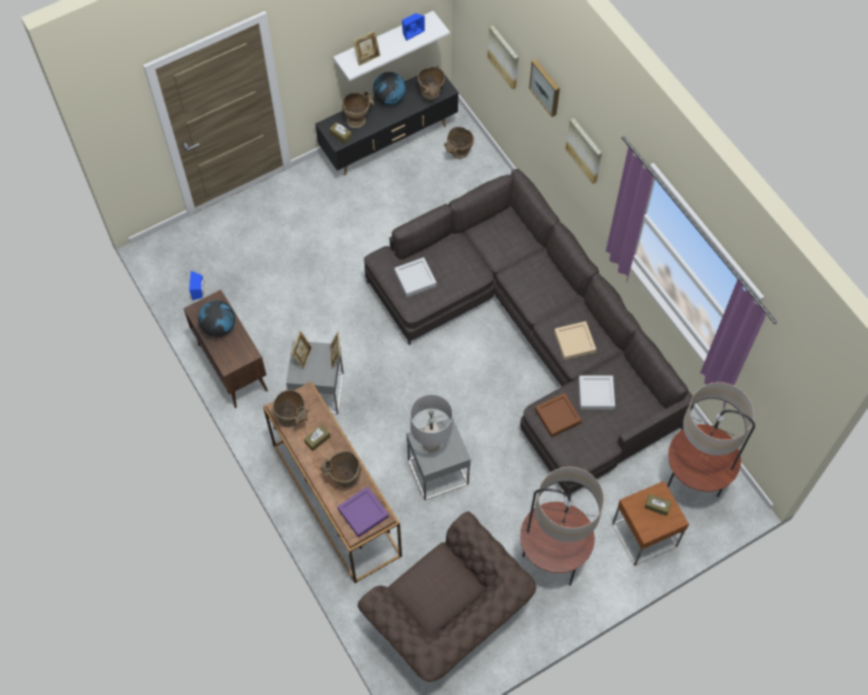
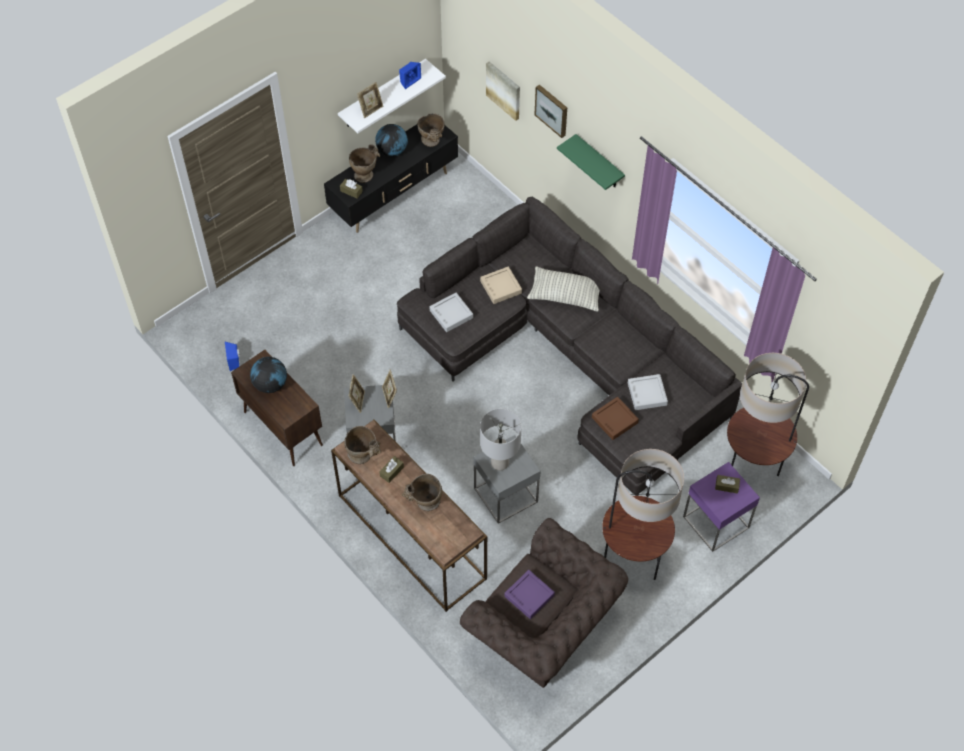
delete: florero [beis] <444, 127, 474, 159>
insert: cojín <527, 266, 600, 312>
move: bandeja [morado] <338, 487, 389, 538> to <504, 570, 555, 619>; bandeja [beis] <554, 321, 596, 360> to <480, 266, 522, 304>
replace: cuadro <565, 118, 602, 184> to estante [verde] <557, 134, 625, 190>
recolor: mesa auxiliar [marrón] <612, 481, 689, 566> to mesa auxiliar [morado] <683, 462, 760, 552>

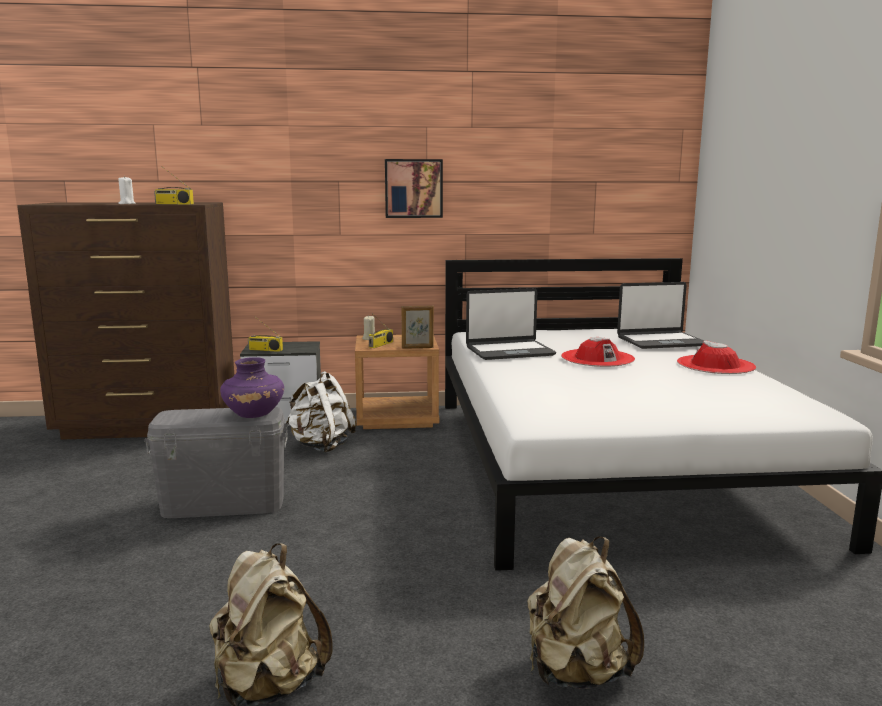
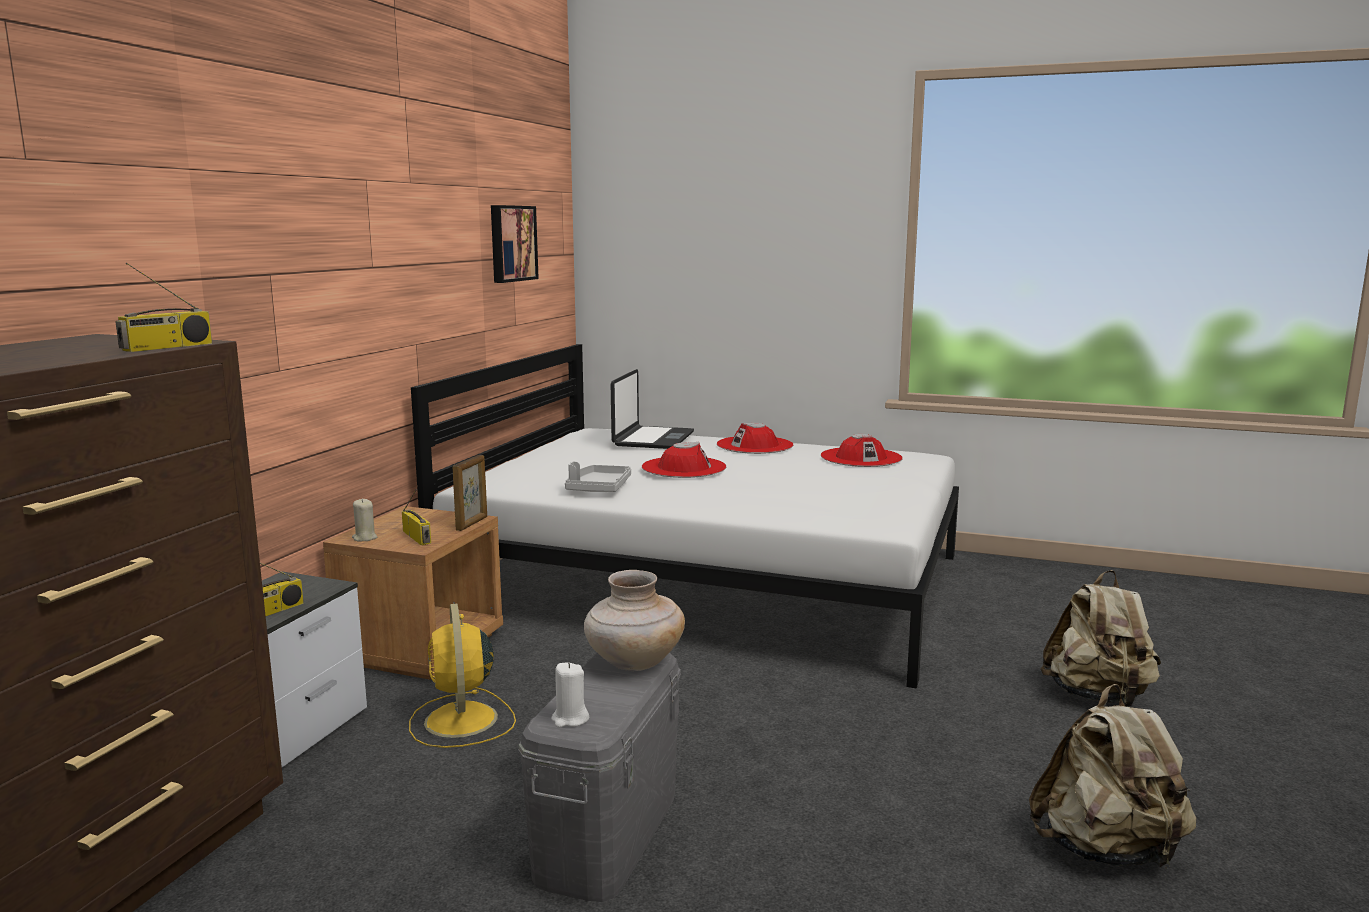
insert: sombrero [rojo] <821, 434, 903, 467>
move: vela [blanco] <118, 176, 135, 204> to <551, 662, 589, 728>; cuadro <385, 159, 443, 218> to <491, 205, 539, 283>
replace: mochila [blanco] <285, 371, 357, 453> to ventilador [amarillo] <409, 604, 516, 748>; portátil <466, 288, 556, 360> to bandeja [gris] <565, 461, 631, 492>
recolor: florero [morado] <220, 357, 284, 418> to florero [beis] <584, 570, 685, 671>

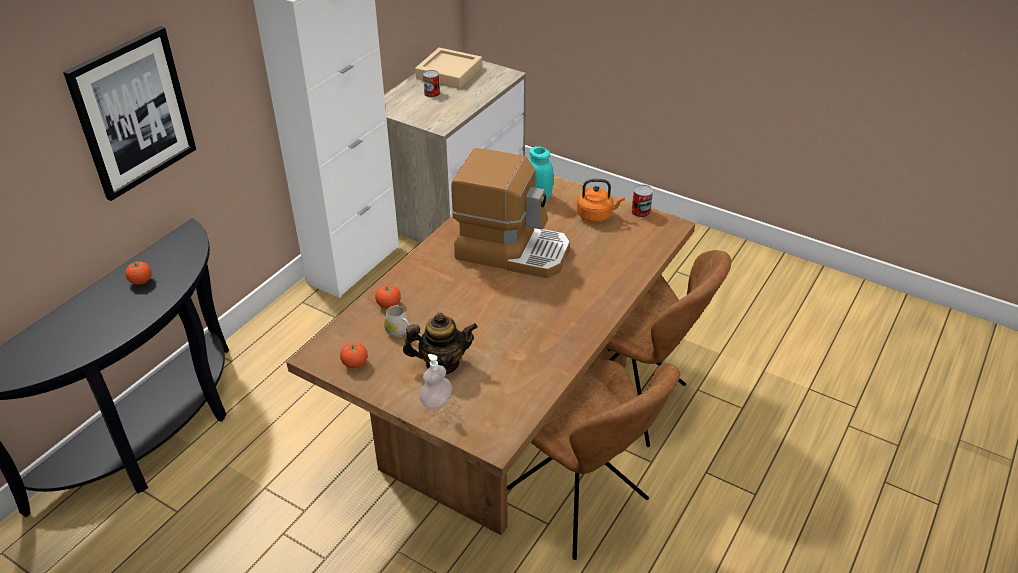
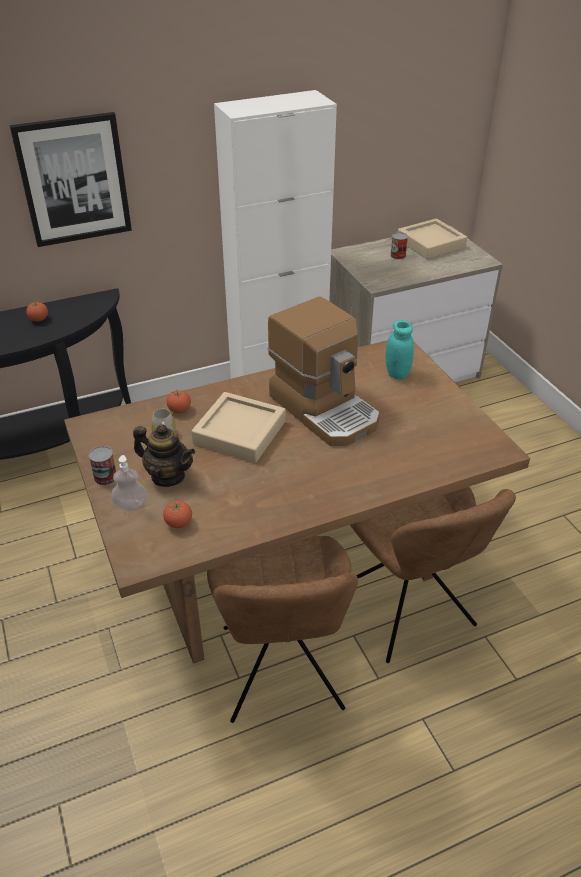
delete: hervidor [naranja] <577, 179, 625, 222>
insert: bandeja [beis] <191, 392, 286, 463>
move: tomate <340, 342, 368, 368> to <163, 501, 192, 528>; lata <631, 185, 653, 218> to <89, 446, 116, 486>

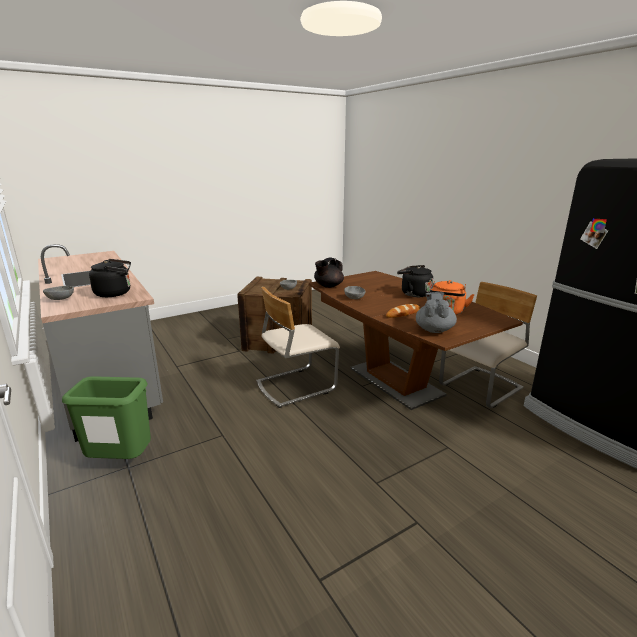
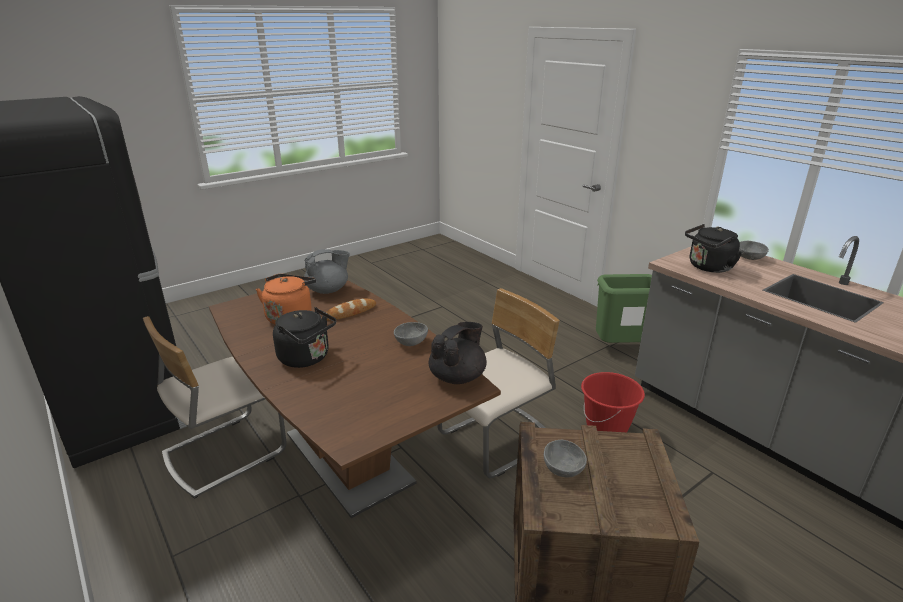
insert: cubo [rojo] <581, 372, 645, 432>
rotate: tetera [gris] <416, 292, 457, 333> = <304, 249, 350, 294> 120 degrees counterclockwise

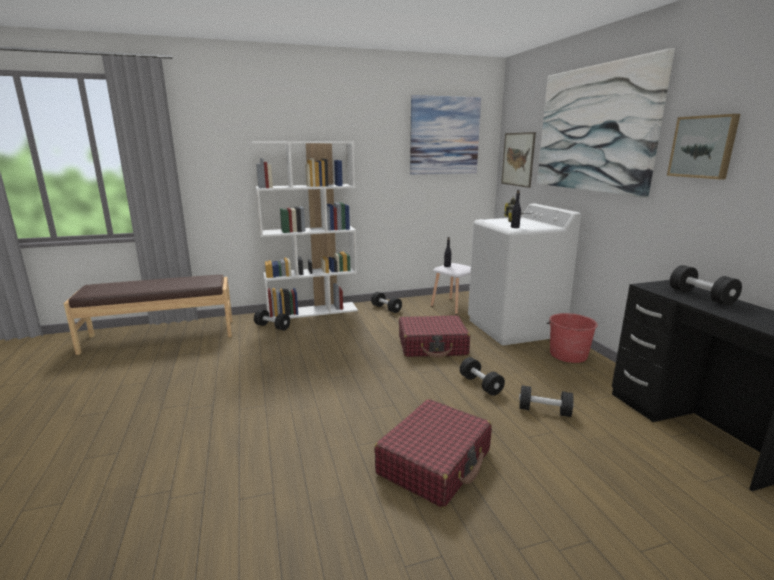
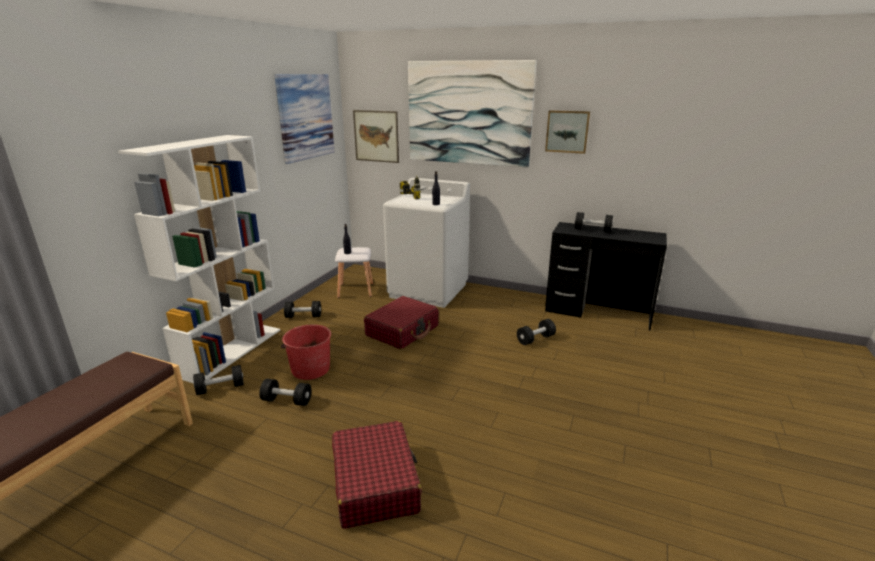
move: maleta [rojo] <374, 399, 492, 508> to <332, 421, 422, 529>; mancuerna [negro] <460, 357, 505, 396> to <259, 379, 312, 406>; cubo [rojo] <547, 313, 598, 363> to <281, 324, 331, 380>

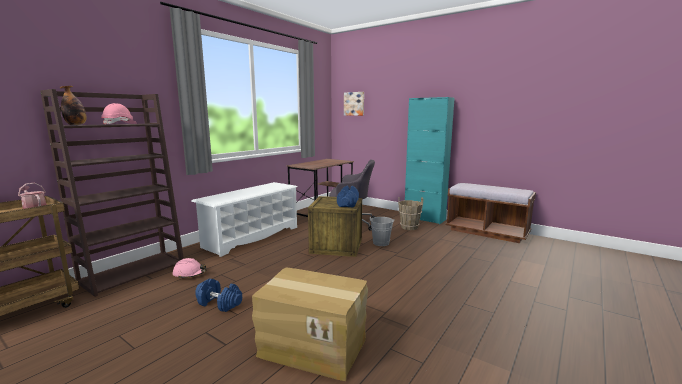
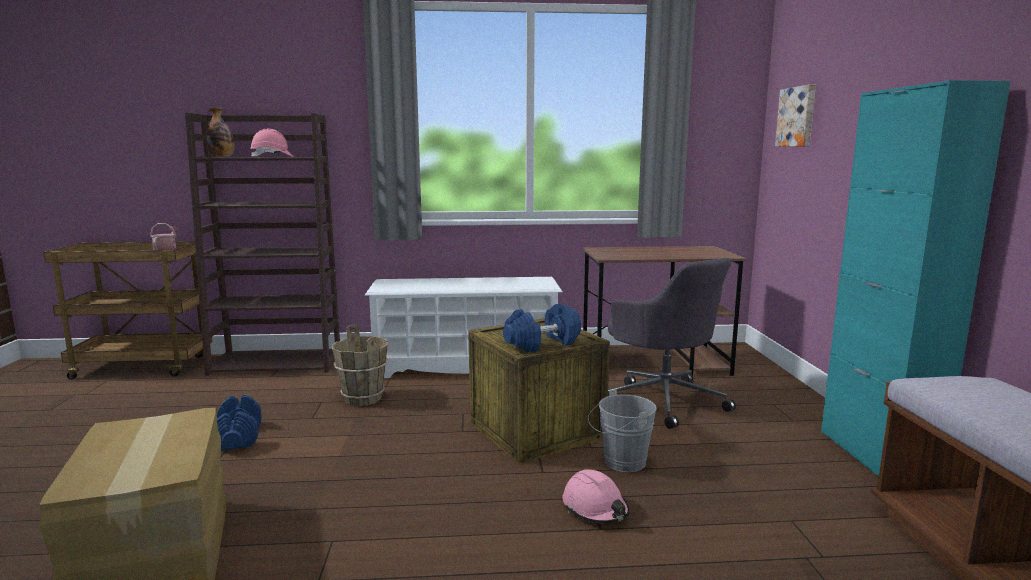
move: casco [rosa] <172, 258, 206, 279> to <562, 470, 630, 523>; cubo [marrón] <398, 197, 423, 230> to <331, 325, 388, 406>

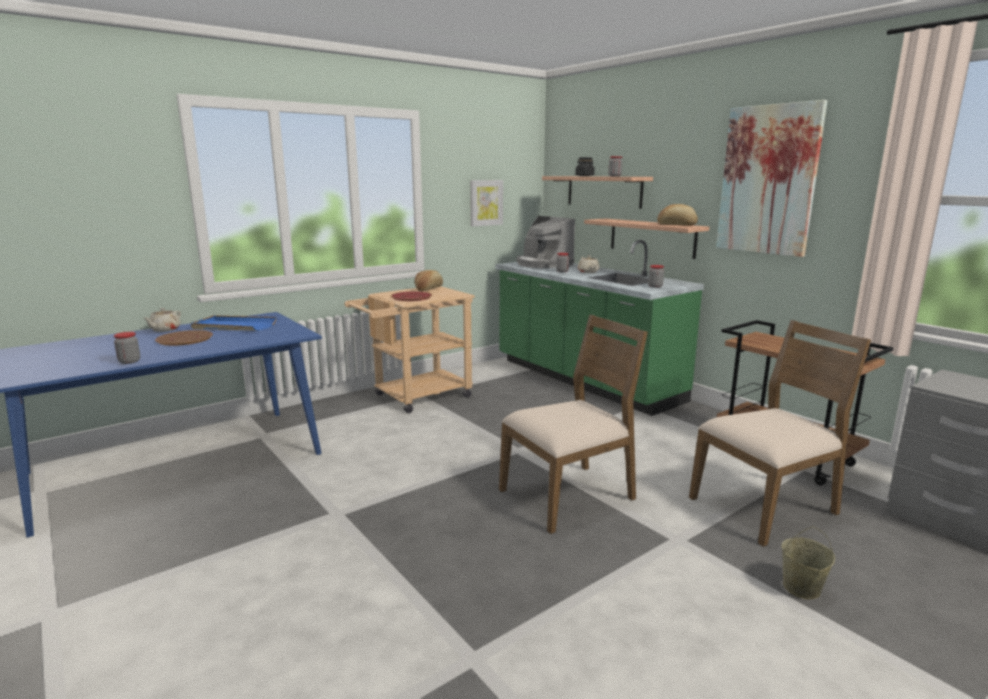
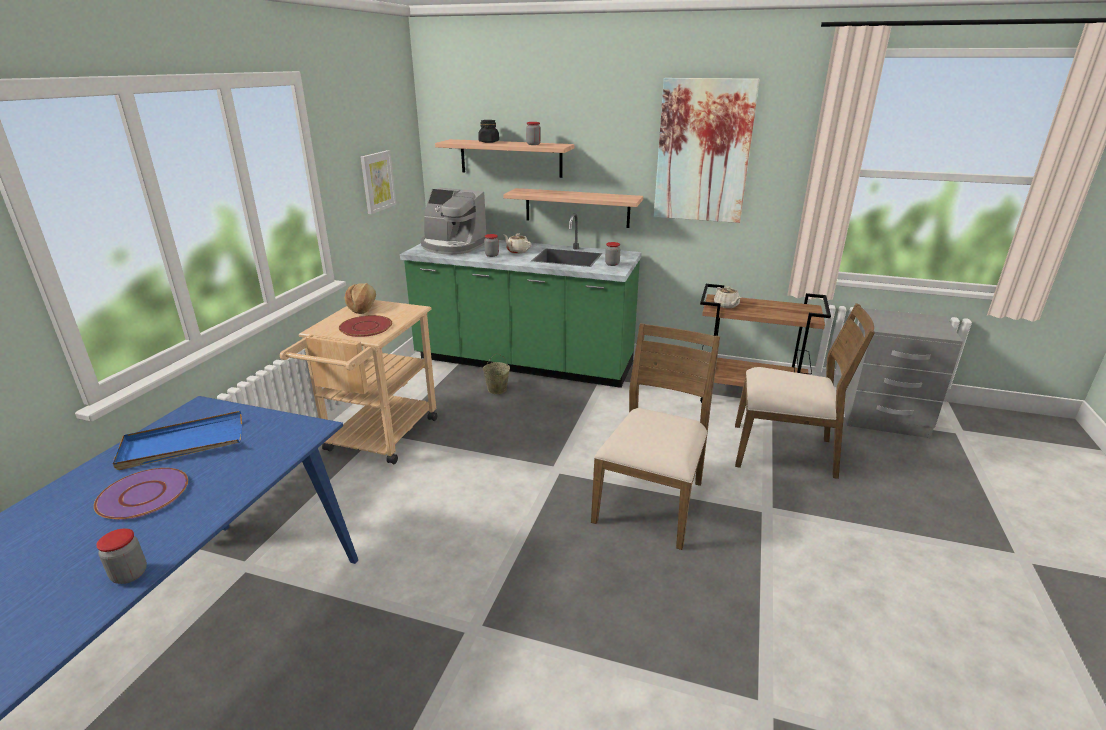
delete: pan <657, 204, 698, 226>
move: tetera [beis] <144, 308, 181, 332> to <714, 286, 741, 308>; cubo [beis] <781, 526, 835, 600> to <483, 353, 510, 394>
recolor: plato [marrón] <155, 330, 213, 346> to plato [morado] <94, 468, 188, 520>
rotate: silla [marrón] <689, 320, 871, 547> = <735, 303, 875, 479> 75 degrees clockwise

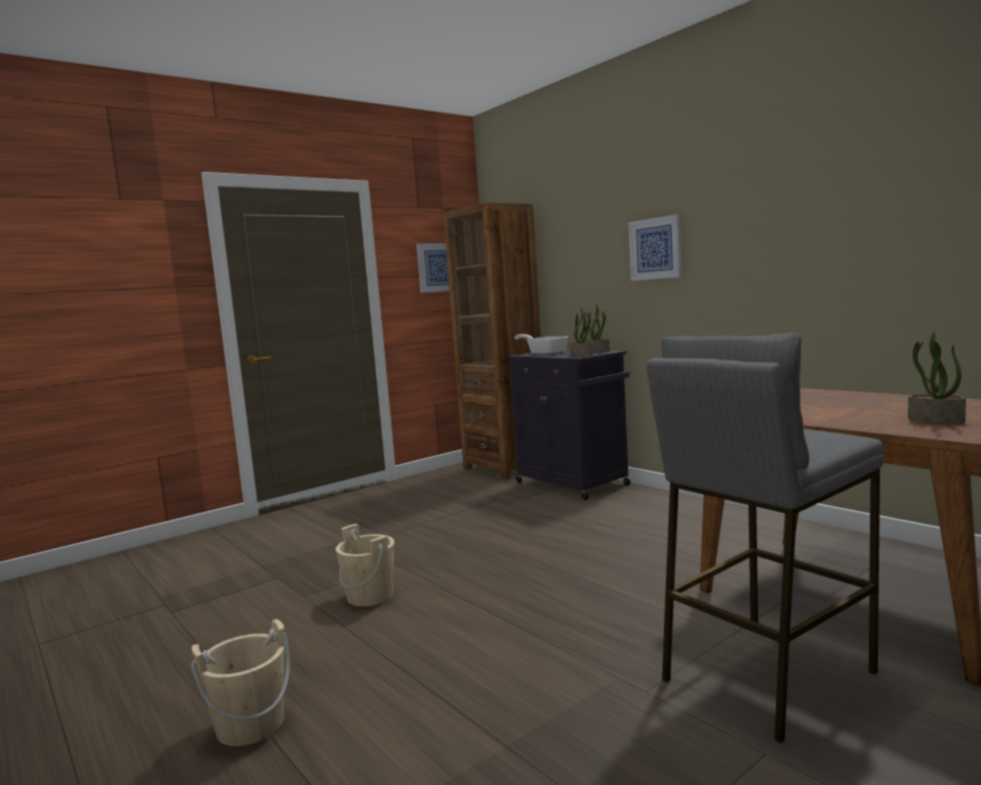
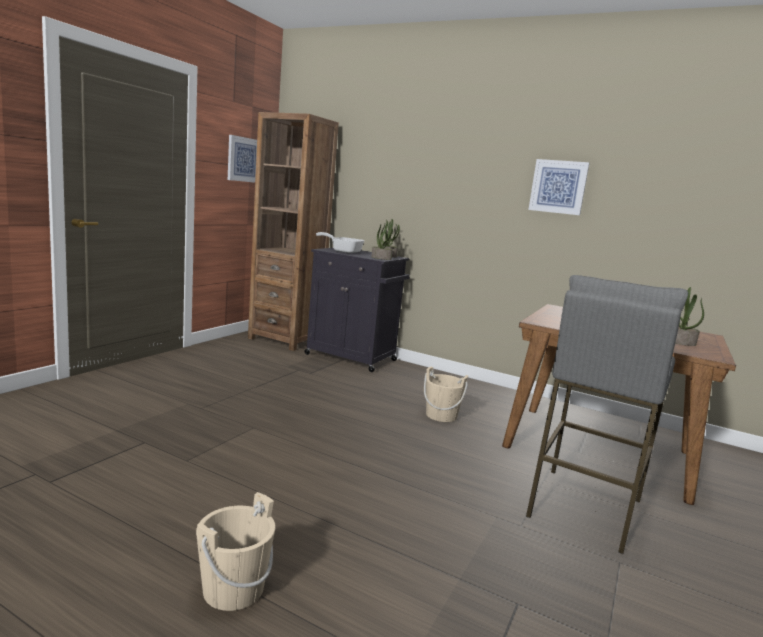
move: cubo [beis] <336, 524, 394, 607> to <424, 367, 468, 422>; cuadro <628, 214, 682, 281> to <528, 159, 589, 215>

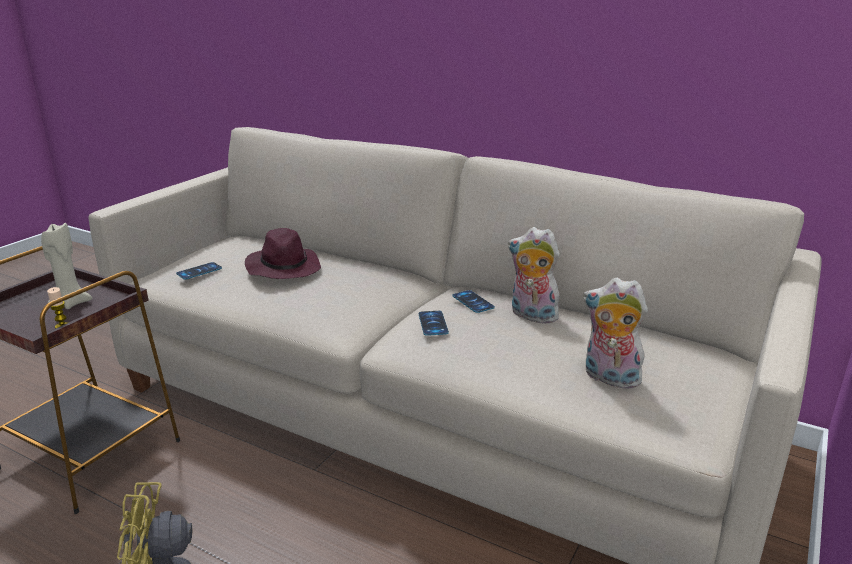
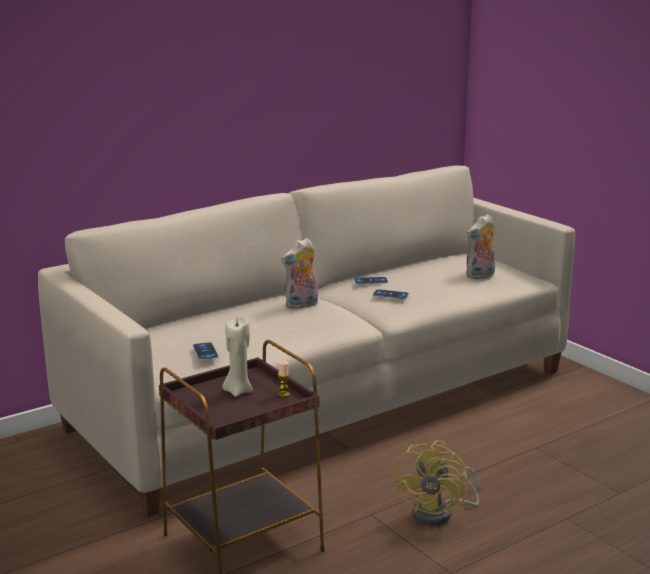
delete: sombrero [morado] <245, 228, 321, 279>
move: peluche <508, 227, 561, 323> to <281, 238, 318, 309>

